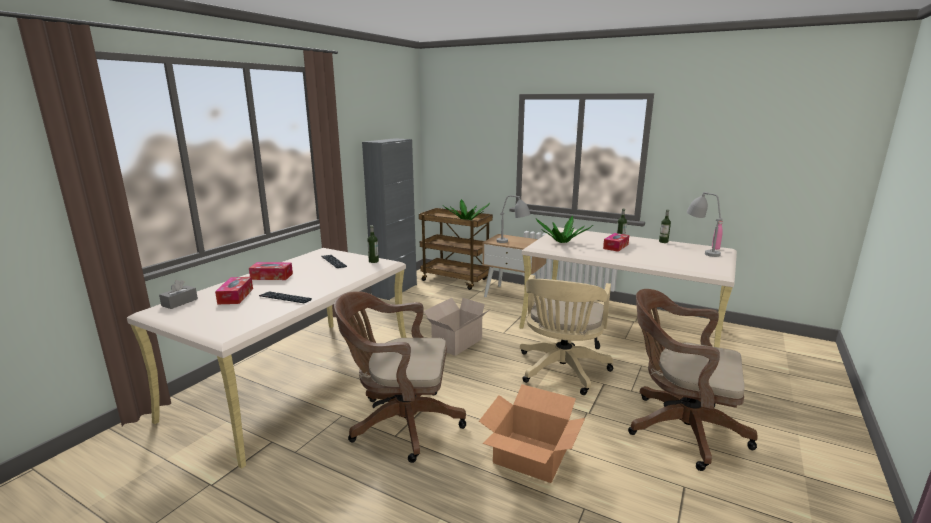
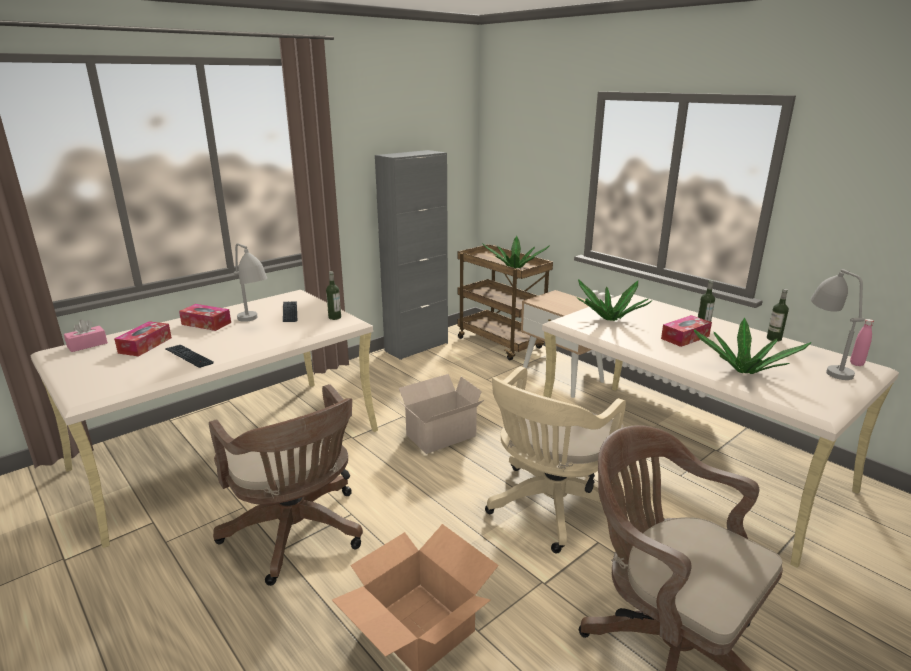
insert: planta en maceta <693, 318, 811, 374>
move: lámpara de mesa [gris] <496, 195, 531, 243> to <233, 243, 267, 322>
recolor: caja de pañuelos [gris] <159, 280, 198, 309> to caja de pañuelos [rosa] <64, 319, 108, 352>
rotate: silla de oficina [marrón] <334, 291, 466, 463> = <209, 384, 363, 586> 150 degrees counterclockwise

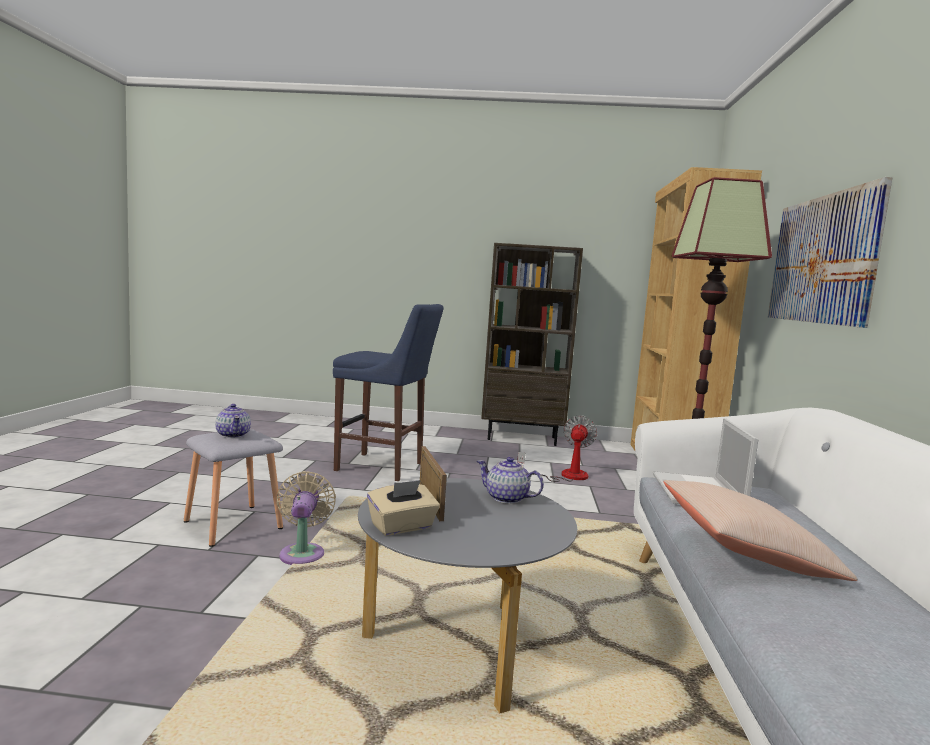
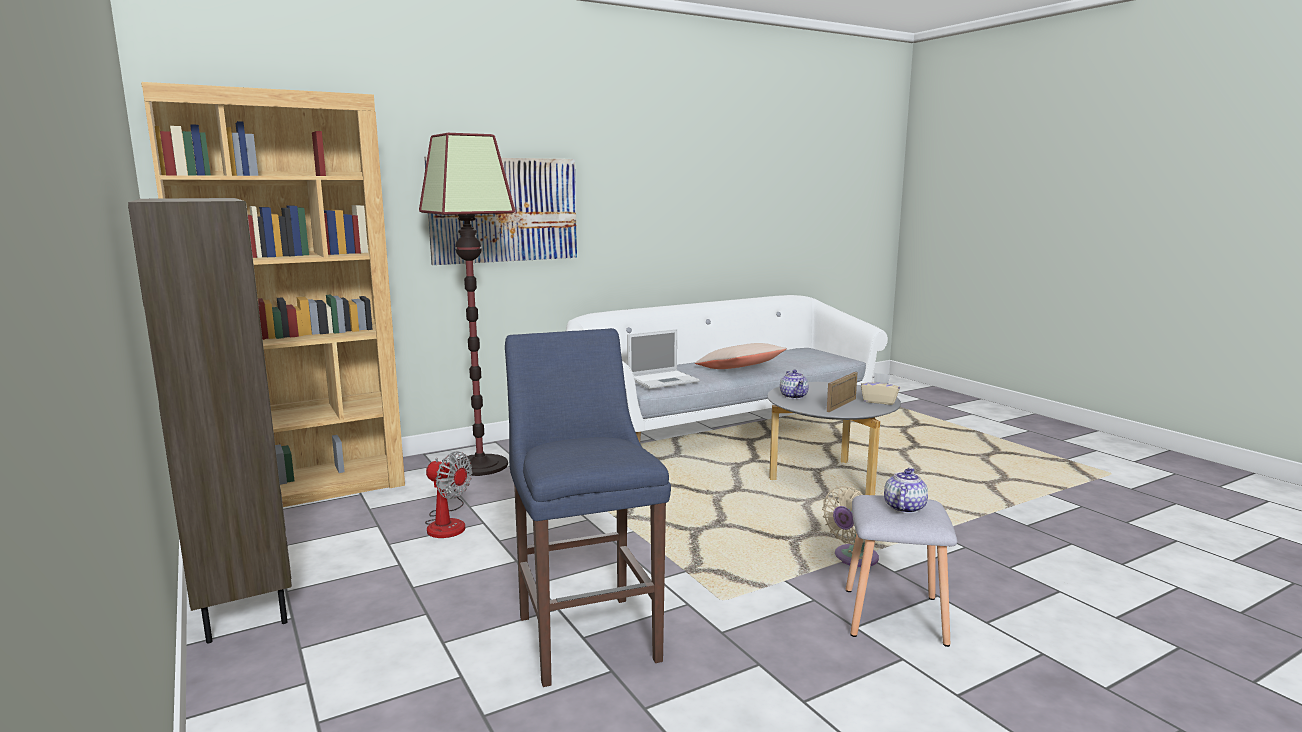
rotate: ventilador <517, 415, 597, 482> = <425, 452, 472, 538> 135 degrees counterclockwise

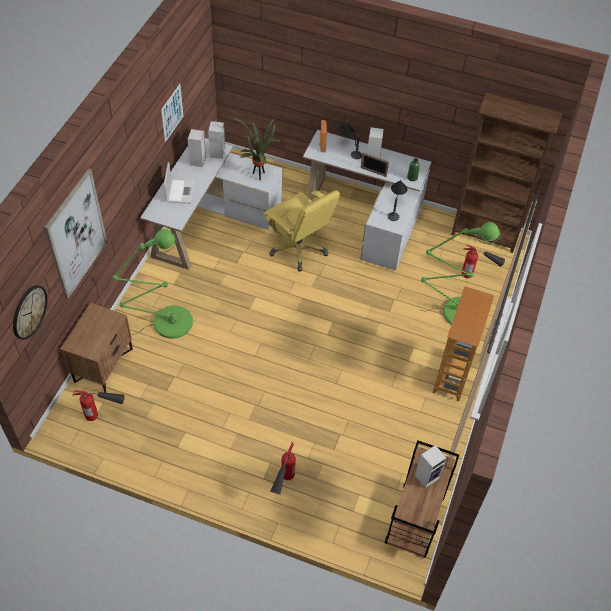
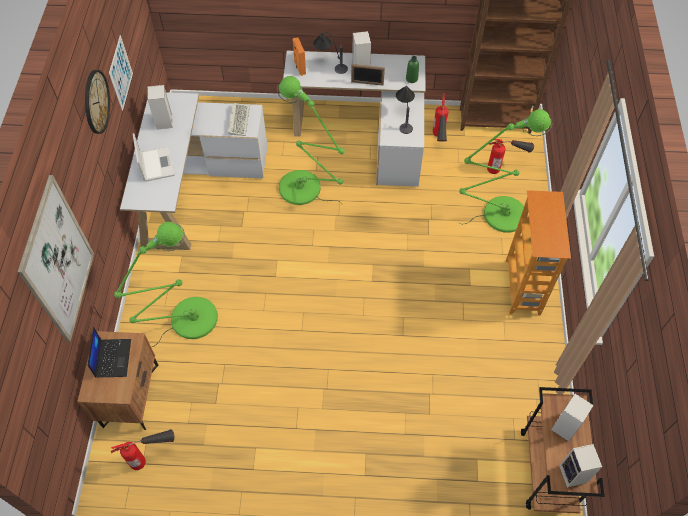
insert: portátil <88, 327, 131, 378>
move: reloj de pared <13, 285, 47, 340> to <85, 70, 110, 134>; altavoz <208, 121, 225, 159> to <559, 444, 602, 488>; extintor <270, 442, 296, 495> to <433, 93, 449, 142>
replace: planta en maceta <233, 118, 282, 180> to teclado <228, 103, 250, 136>; silla de oficina [amarillo] <263, 190, 340, 271> to lámpara de pie [verde] <277, 76, 345, 205>

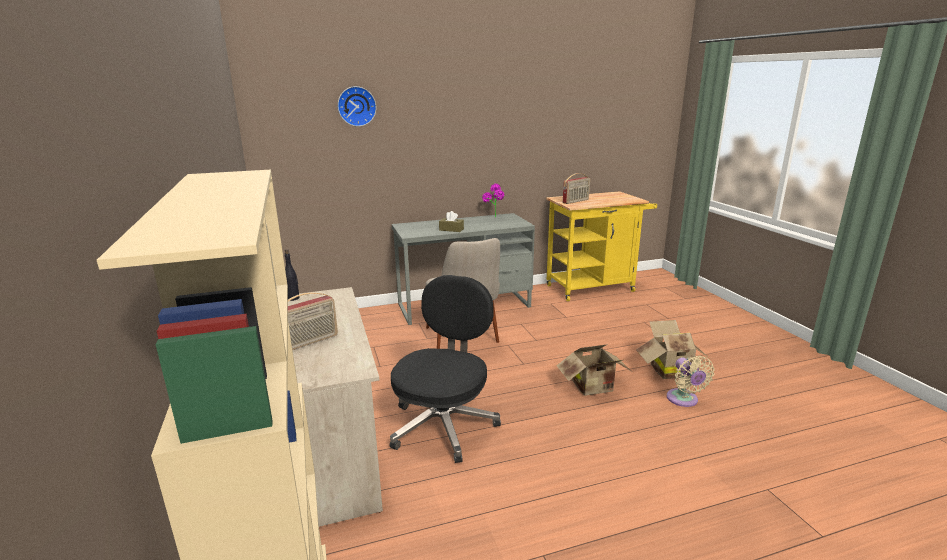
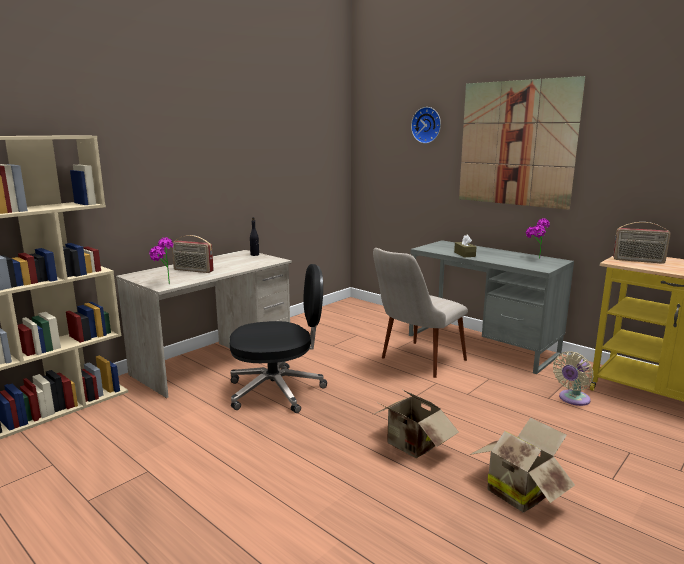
insert: planta en maceta <149, 237, 174, 284>; cuadro <459, 76, 585, 210>
move: ventilador [beis] <667, 356, 714, 407> to <553, 351, 594, 406>

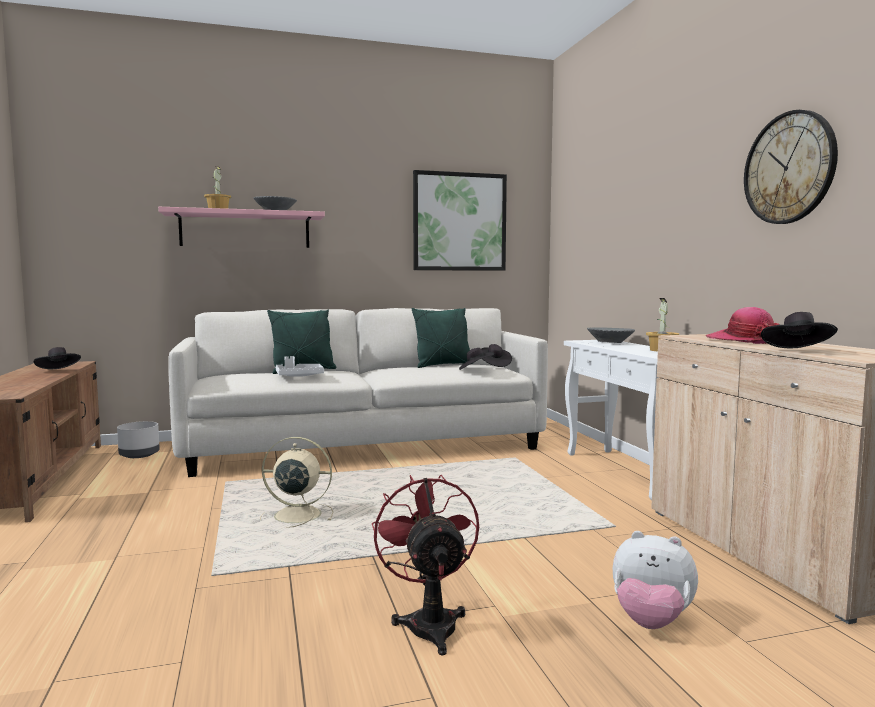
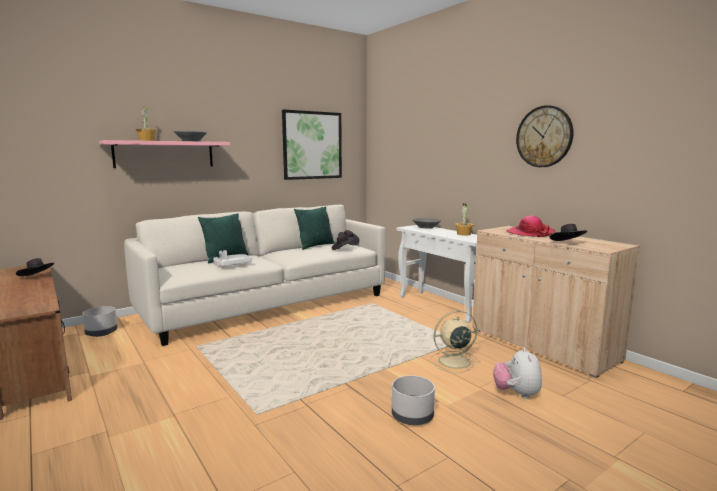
move: ventilador [beis] <260, 437, 333, 528> to <430, 311, 481, 373>
replace: ventilador [rojo] <372, 475, 479, 656> to maceta [gris] <392, 375, 435, 425>
rotate: peluche <613, 531, 698, 629> = <493, 347, 542, 399> 90 degrees clockwise

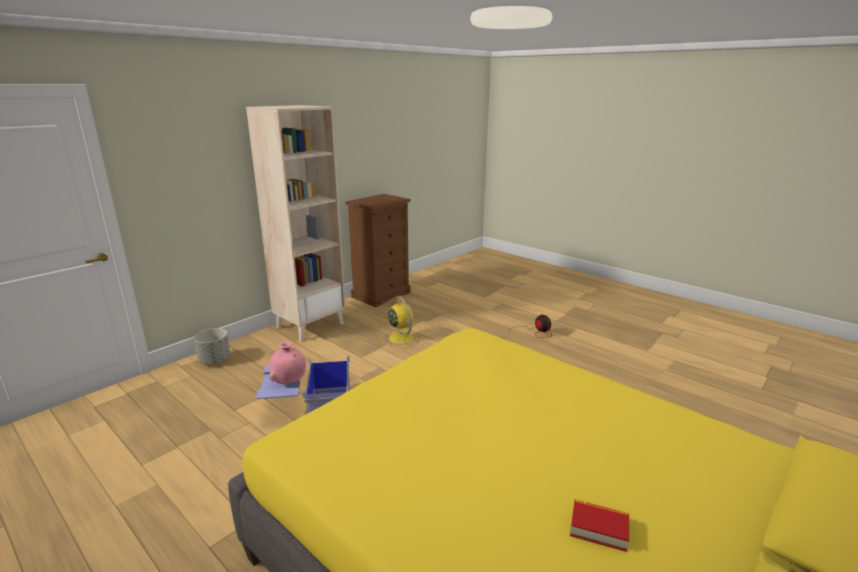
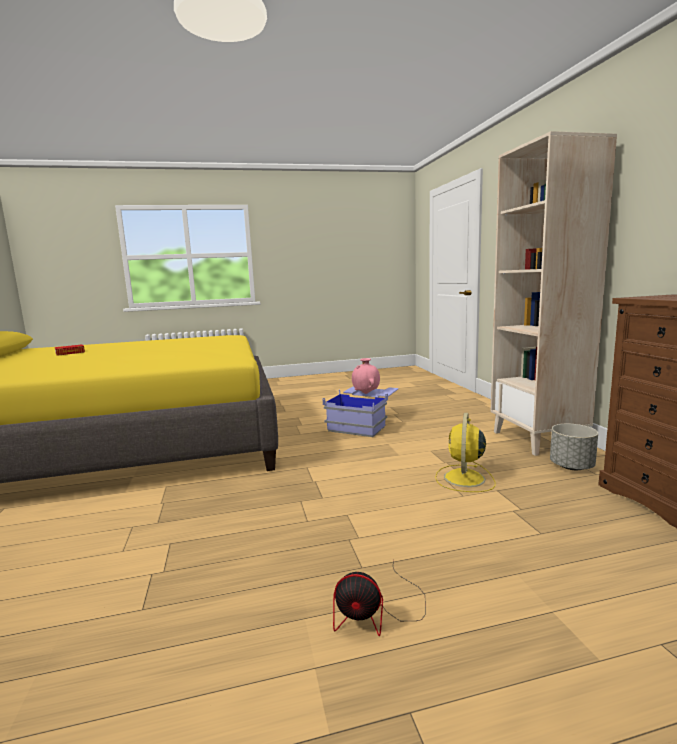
move: maceta [gris] <194, 328, 230, 364> to <550, 424, 598, 470>
rotate: ventilador [amarillo] <381, 296, 421, 348> = <435, 413, 495, 492> 105 degrees clockwise

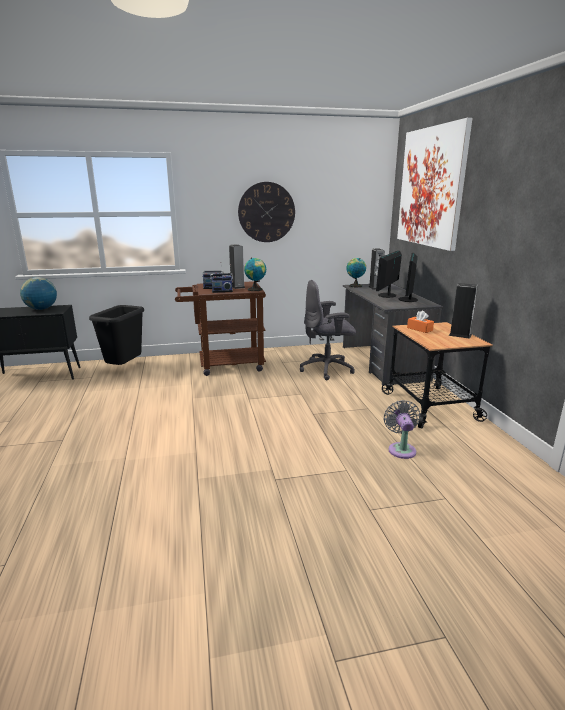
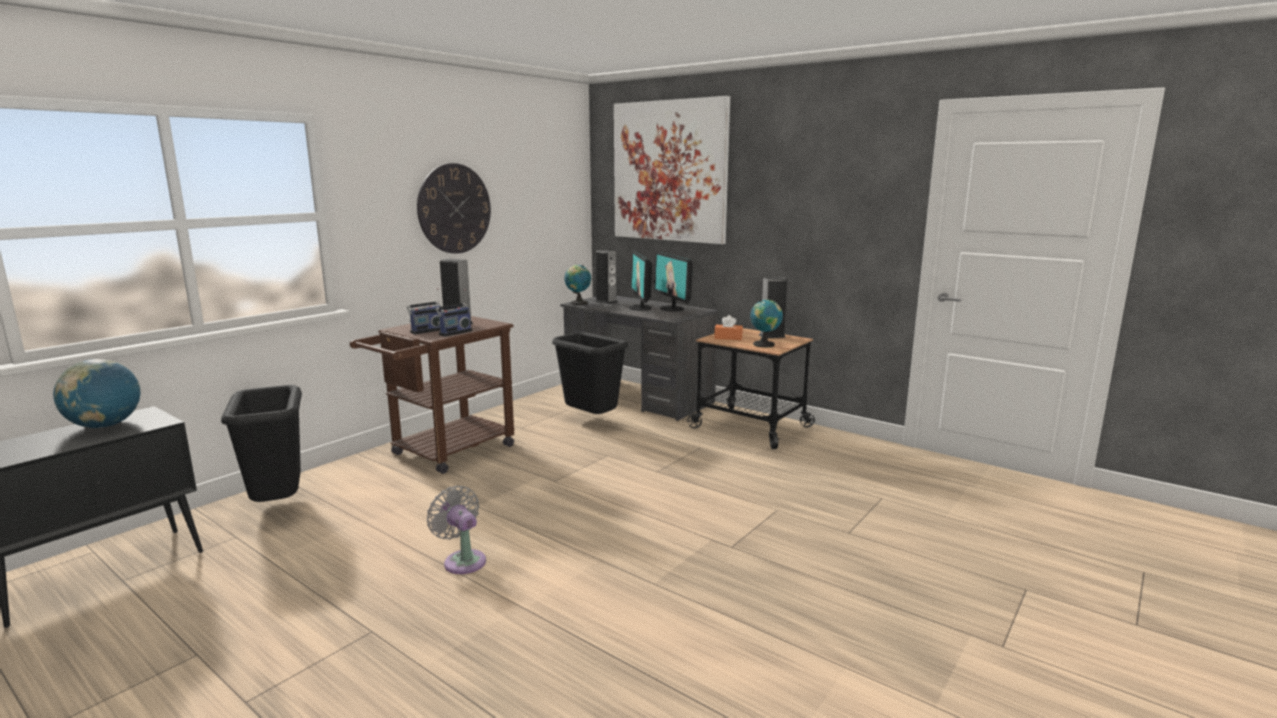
move: globo terráqueo <244, 258, 266, 291> to <750, 300, 783, 347>; ventilador [gris] <383, 400, 421, 459> to <427, 486, 486, 574>
replace: silla de oficina [gris] <300, 280, 356, 380> to papelera [negro] <552, 332, 628, 414>

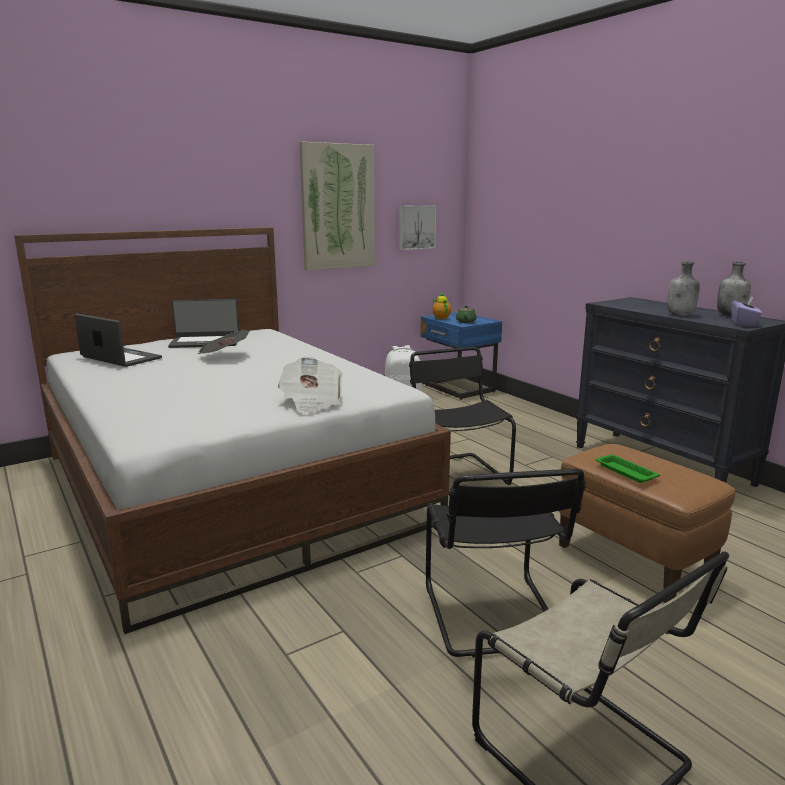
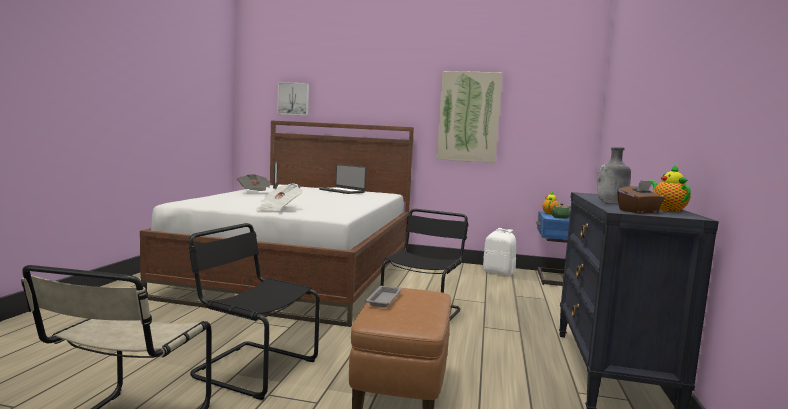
move: periódico <197, 330, 250, 354> to <237, 174, 271, 191>; cuadro <399, 206, 436, 250> to <277, 82, 309, 116>
replace: botella [gris] <717, 262, 751, 316> to tetera <649, 165, 691, 212>
recolor: bandeja [verde] <596, 454, 660, 483> to bandeja [gris] <365, 286, 402, 307>; caja de pañuelos [morado] <731, 296, 762, 326> to caja de pañuelos [marrón] <617, 180, 665, 213>
rotate: silla [negro] <426, 469, 586, 657> = <188, 223, 320, 400> 75 degrees clockwise

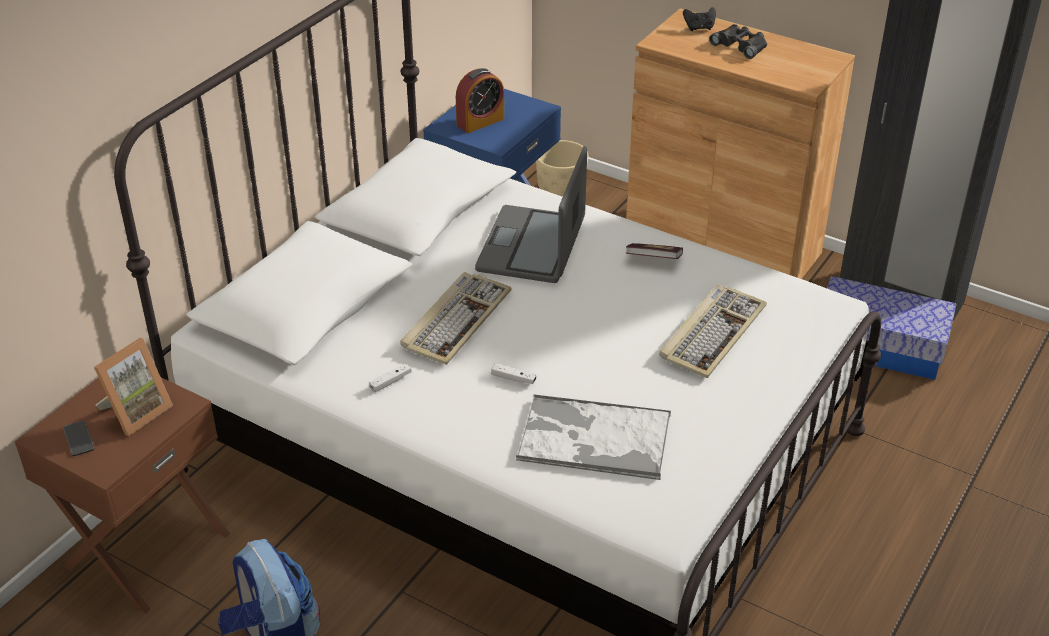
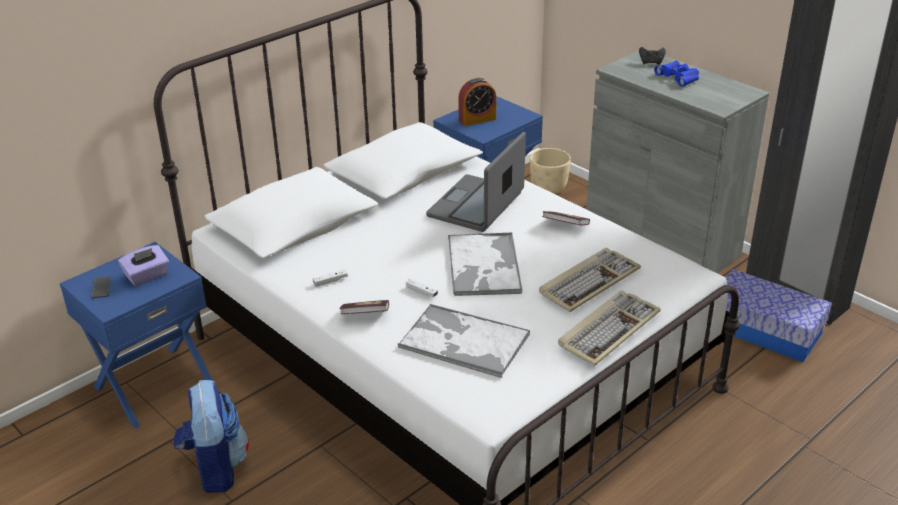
insert: libro <340, 300, 389, 314>; bandeja <448, 232, 523, 296>
move: teclado <401, 272, 512, 365> to <558, 290, 661, 366>
replace: portarretratos <94, 338, 173, 436> to caja de pañuelos [morado] <118, 245, 169, 286>
recolor: mesita de noche [marrón] <15, 377, 230, 614> to mesita de noche [azul] <60, 242, 213, 428>; armario [marrón] <626, 8, 855, 279> to armario [gris] <586, 51, 769, 273>; prismáticos [negro] <709, 24, 767, 59> to prismáticos [azul] <654, 61, 699, 87>

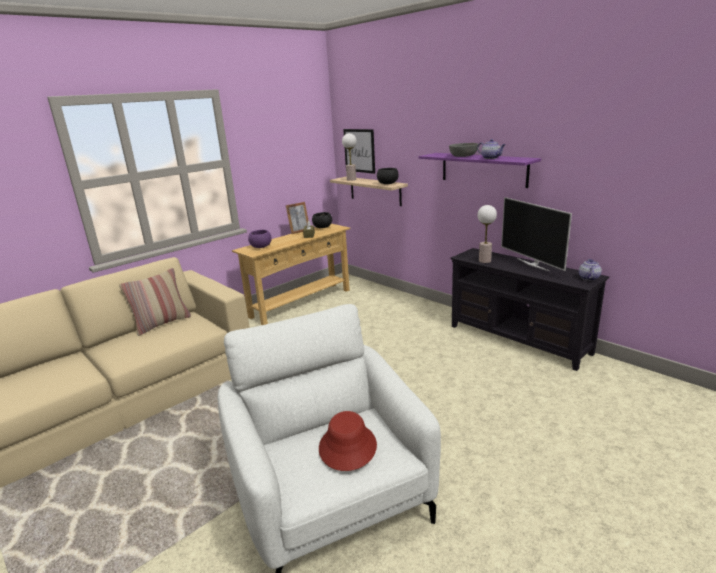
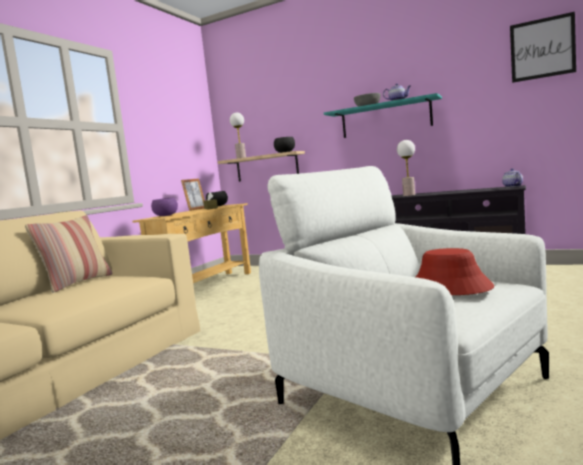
delete: televisor <501, 197, 572, 271>
move: cuadro <343, 129, 375, 174> to <510, 12, 576, 83>
recolor: estante [morado] <419, 153, 541, 188> to estante [turquesa] <324, 93, 442, 138>

